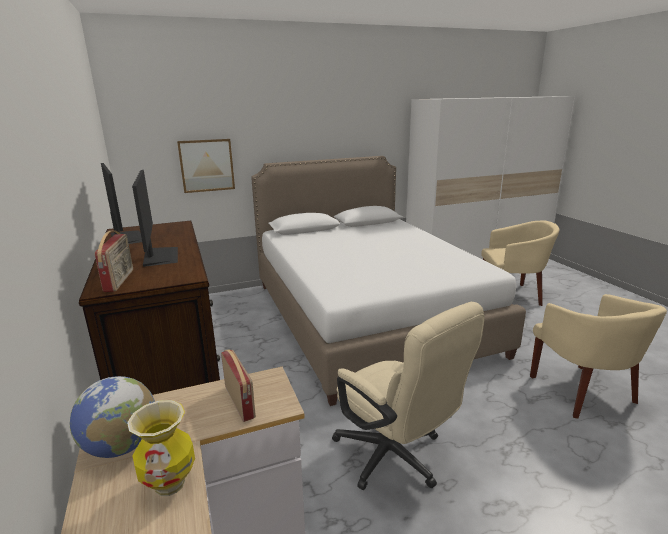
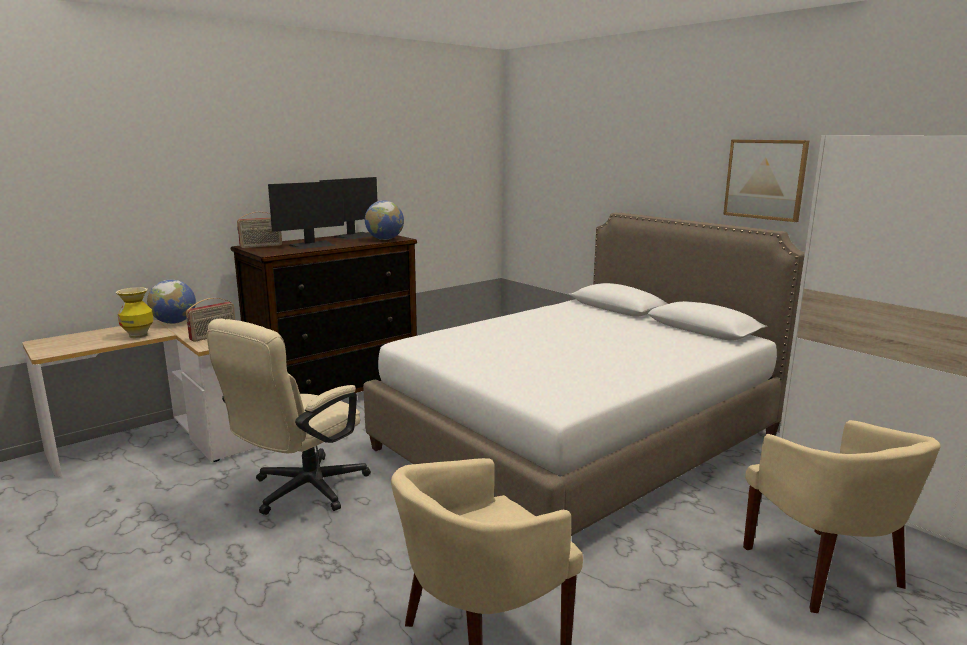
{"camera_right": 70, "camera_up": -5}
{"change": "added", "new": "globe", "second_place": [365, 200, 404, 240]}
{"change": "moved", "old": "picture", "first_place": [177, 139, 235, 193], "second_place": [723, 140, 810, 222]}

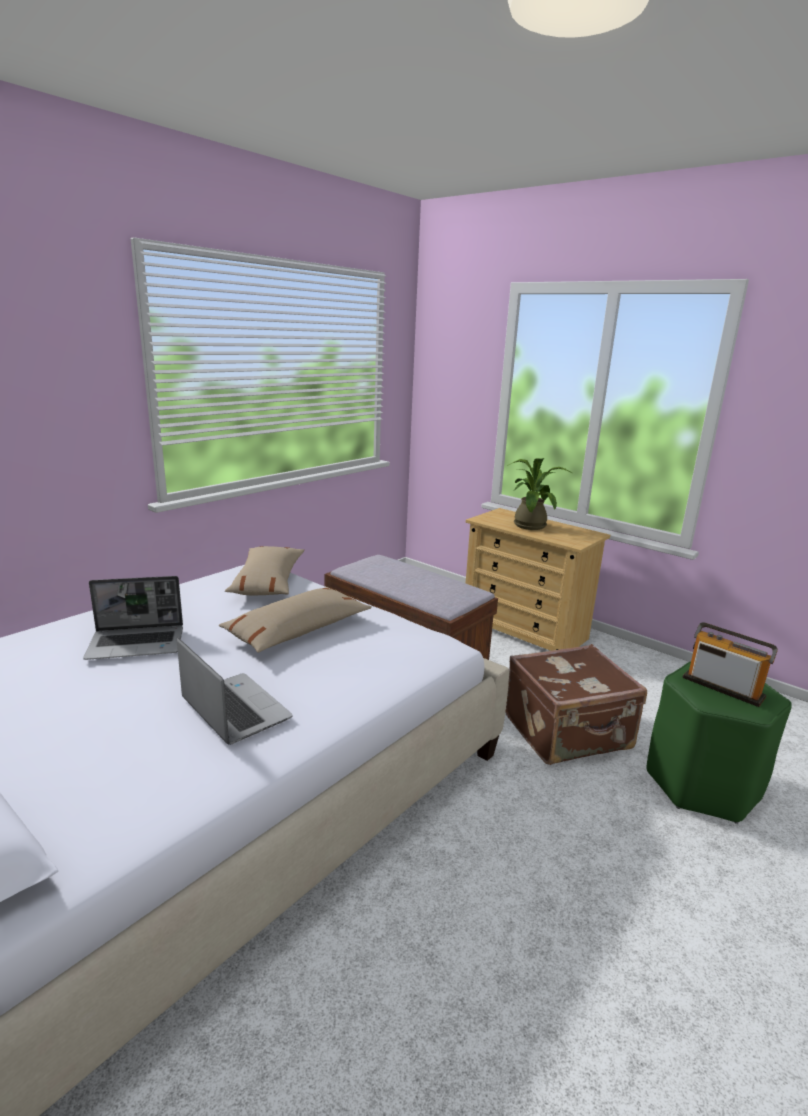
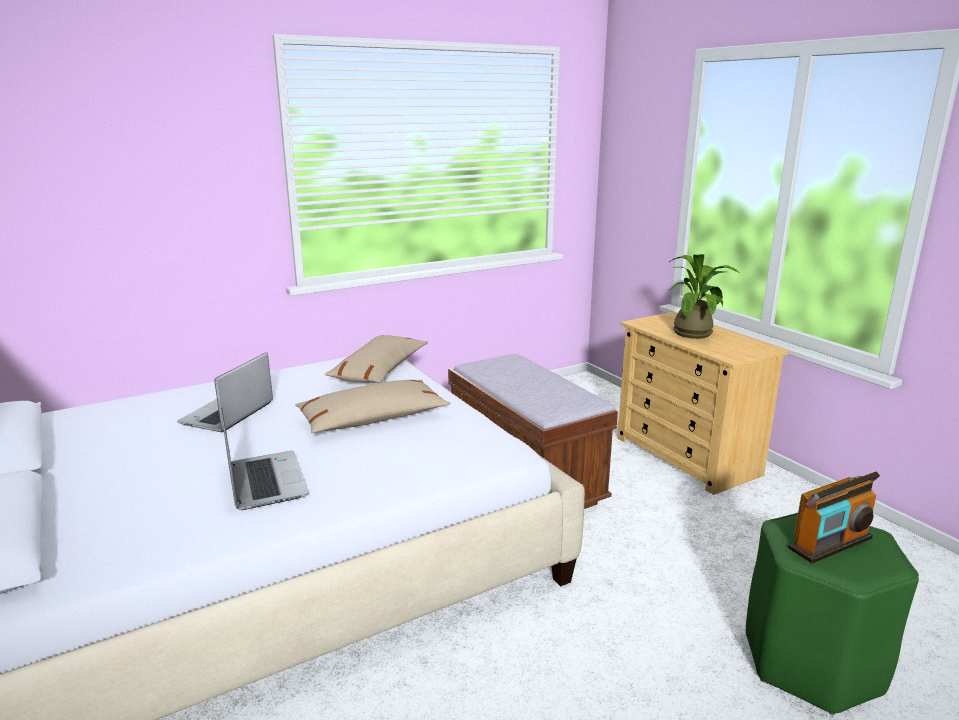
{"camera_right": 20, "camera_up": 0}
{"change": "turned", "old": "laptop", "first_place": [83, 576, 183, 660], "second_place": [177, 352, 273, 432], "degrees": 105}
{"change": "turned", "old": "radio", "first_place": [683, 622, 778, 707], "second_place": [788, 472, 880, 564], "degrees": 90}
{"change": "removed", "old": "suitcase/brown", "first_place": [506, 644, 647, 765]}

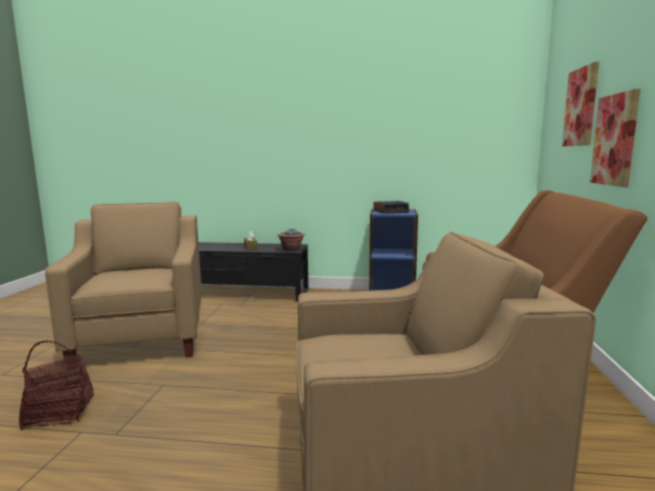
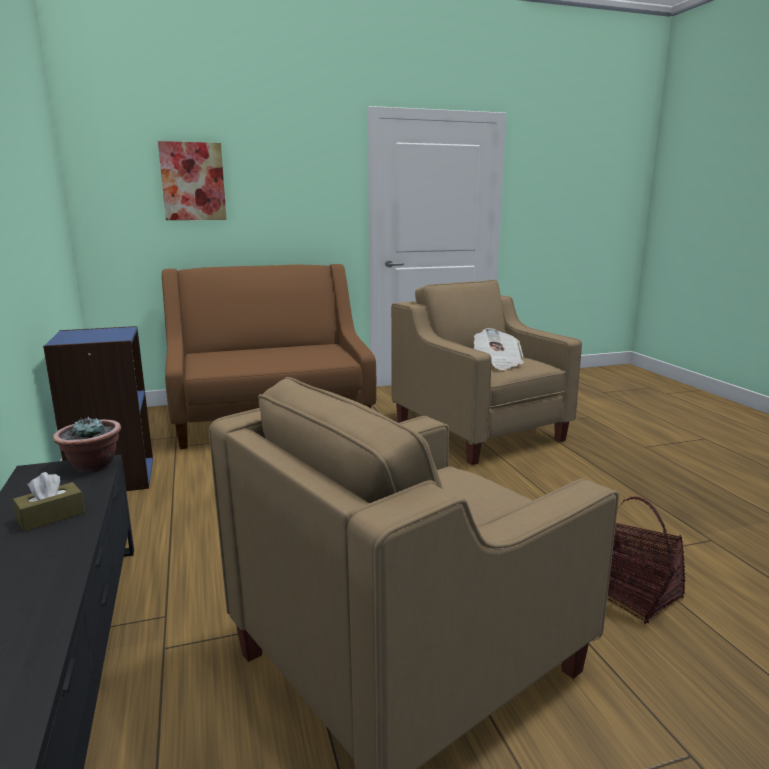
{"camera_right": -115, "camera_up": 5}
{"change": "added", "new": "newspaper", "second_place": [474, 328, 524, 370]}
{"change": "removed", "old": "alarm clock", "first_place": [374, 201, 409, 214]}
{"change": "removed", "old": "picture", "first_place": [590, 89, 641, 187]}

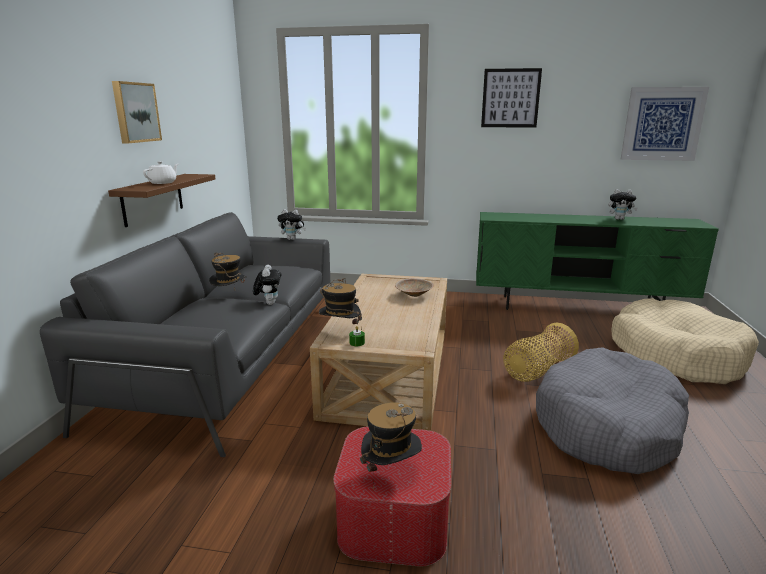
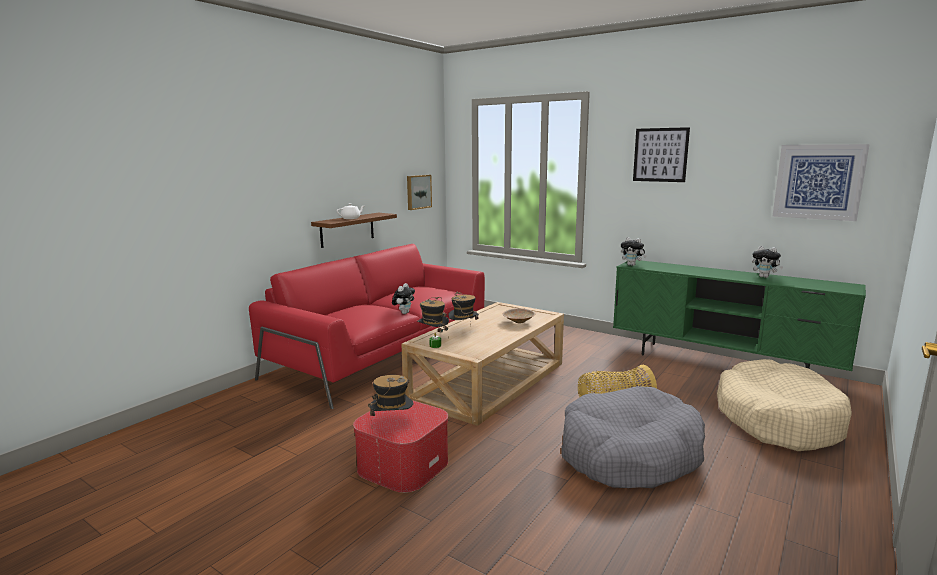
{"camera_right": 25, "camera_up": -5}
{"change": "recoloured", "old": "sofa/grey", "new": "sofa/red", "first_place": [40, 212, 330, 457], "second_place": [249, 244, 485, 409]}
{"change": "moved", "old": "picture", "first_place": [112, 81, 162, 143], "second_place": [407, 175, 432, 210]}
{"change": "moved", "old": "hat", "first_place": [209, 252, 247, 289], "second_place": [449, 292, 479, 320]}
{"change": "moved", "old": "plush toy", "first_place": [277, 209, 306, 240], "second_place": [621, 237, 647, 266]}

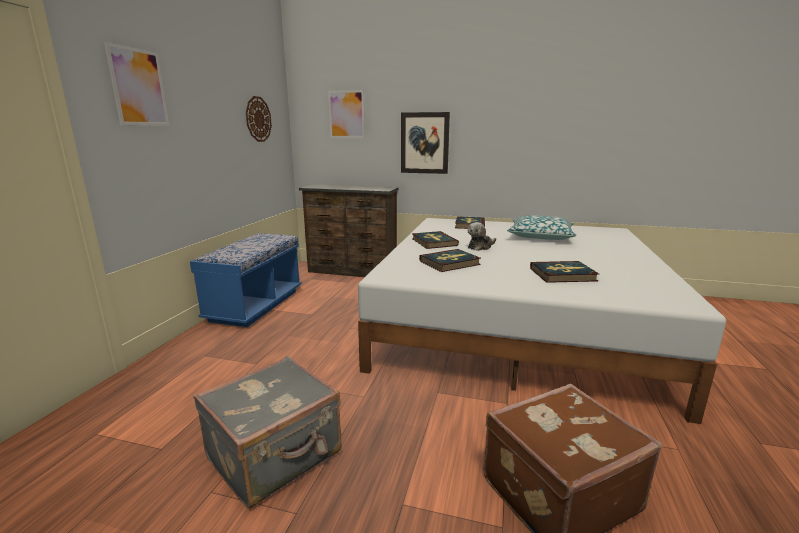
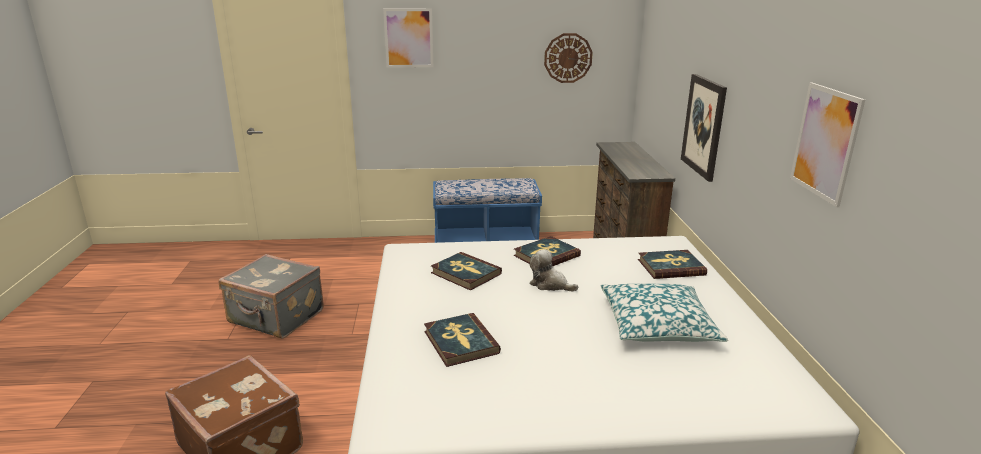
{"camera_right": 70, "camera_up": 5}
{"change": "moved", "old": "picture", "first_place": [328, 90, 365, 138], "second_place": [790, 82, 865, 207]}

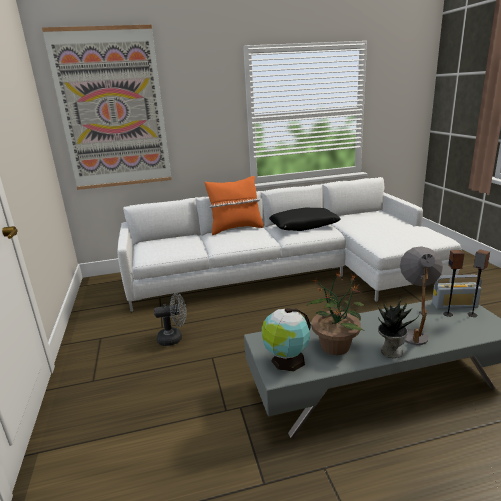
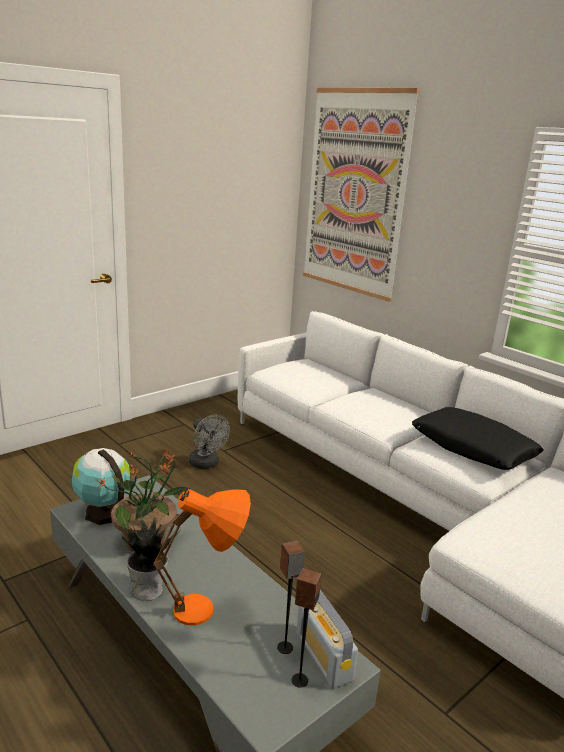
{"camera_right": 60, "camera_up": 0}
{"change": "recoloured", "old": "table lamp/grey", "new": "table lamp/orange", "first_place": [400, 246, 443, 345], "second_place": [154, 489, 251, 625]}
{"change": "removed", "old": "pillow/orange", "first_place": [205, 176, 263, 235]}

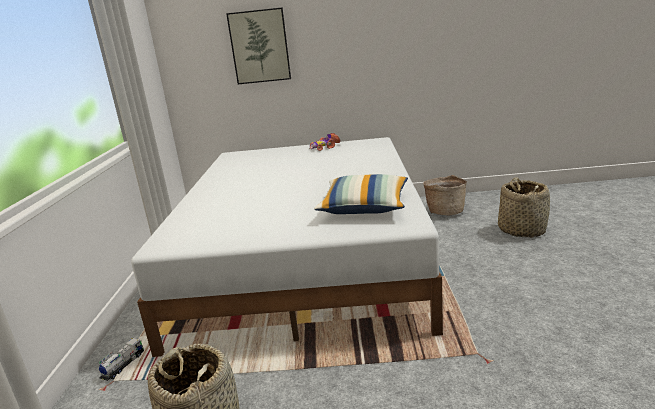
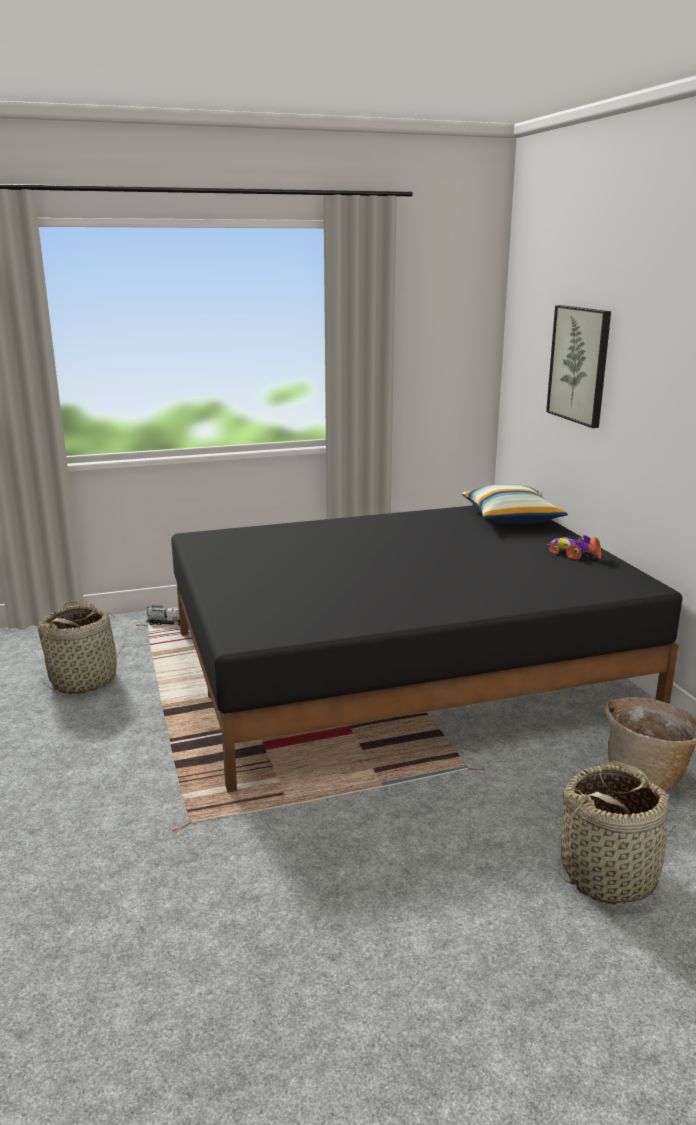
{"camera_right": 70, "camera_up": 0}
{"change": "recoloured", "old": "bed/white", "new": "bed/black", "first_place": [131, 137, 443, 357], "second_place": [171, 505, 682, 793]}
{"change": "moved", "old": "pillow", "first_place": [314, 174, 408, 214], "second_place": [462, 484, 568, 524]}

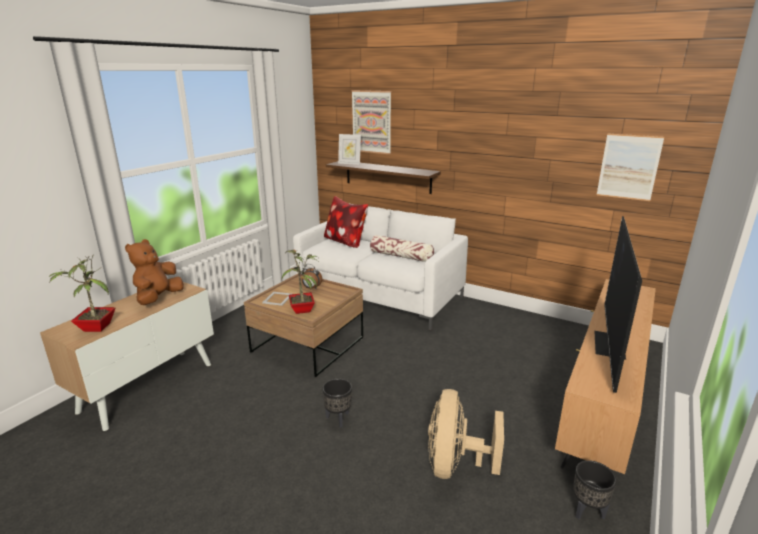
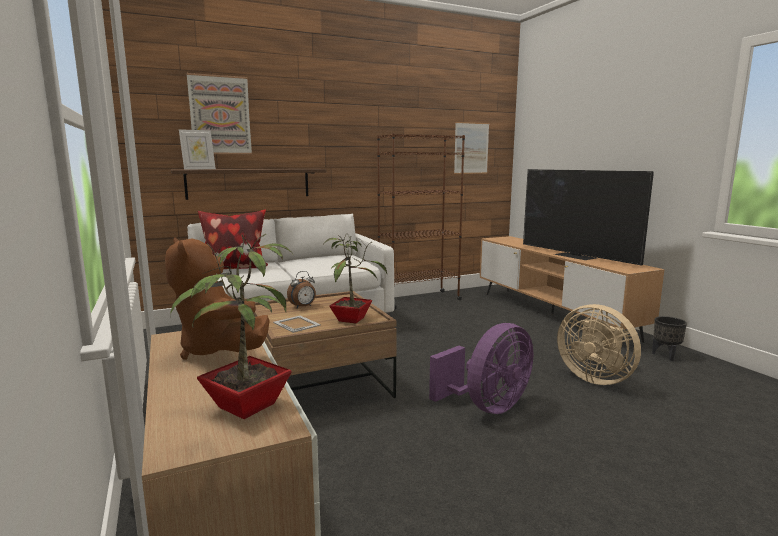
{"camera_right": -55, "camera_up": -10}
{"change": "added", "new": "bookcase/brown", "second_place": [377, 133, 465, 309]}
{"change": "replaced", "old": "planter/black", "new": "fan/purple", "first_place": [322, 379, 352, 428], "second_place": [429, 323, 533, 414]}
{"change": "removed", "old": "pillow", "first_place": [370, 235, 434, 262]}

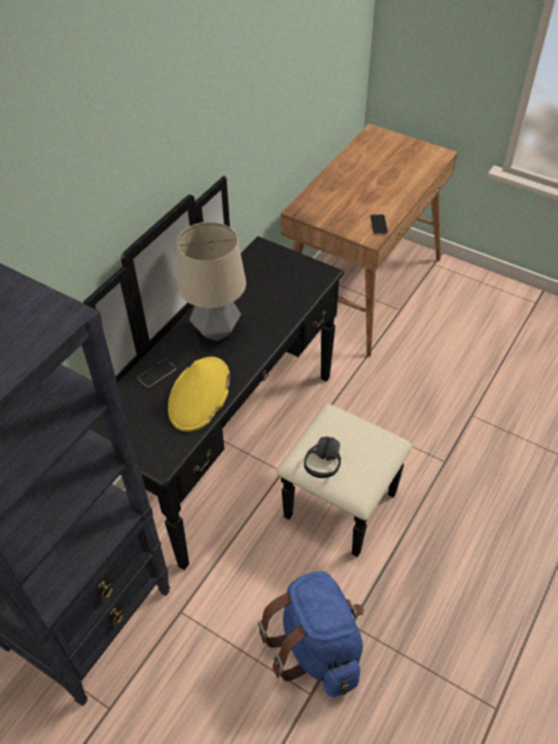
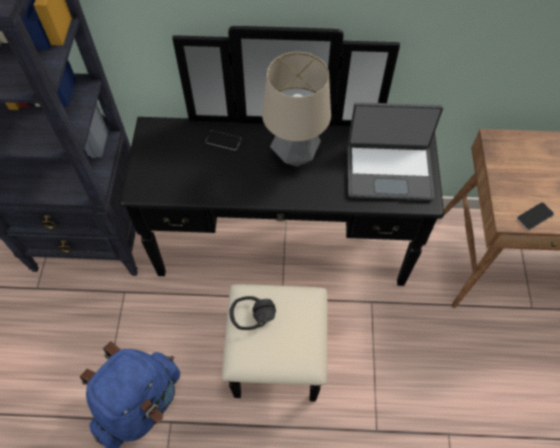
{"camera_right": 60, "camera_up": 10}
{"change": "added", "new": "laptop", "second_place": [347, 102, 443, 200]}
{"change": "removed", "old": "hat/yellow", "first_place": [168, 357, 230, 432]}

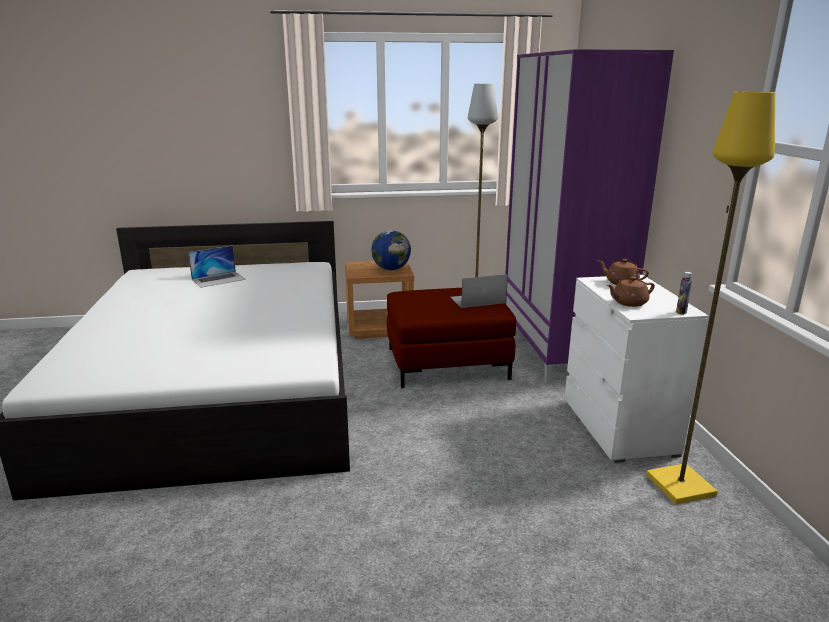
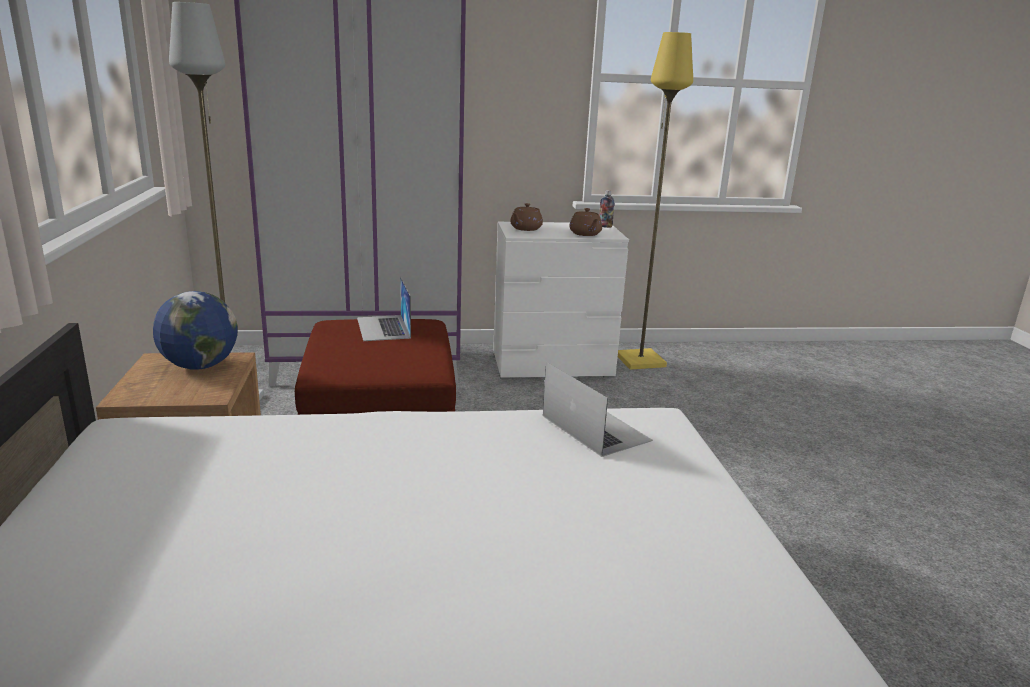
{"camera_right": -90, "camera_up": 0}
{"change": "moved", "old": "laptop", "first_place": [188, 245, 246, 288], "second_place": [543, 362, 653, 457]}

